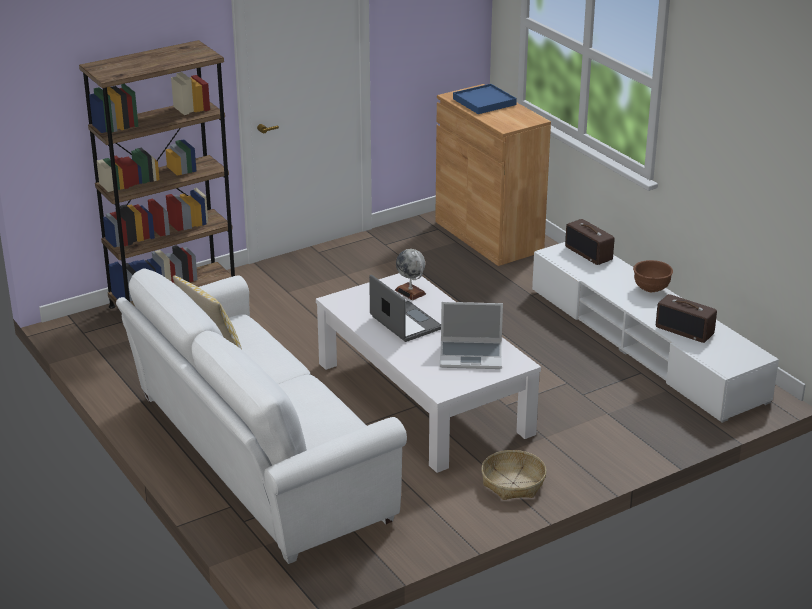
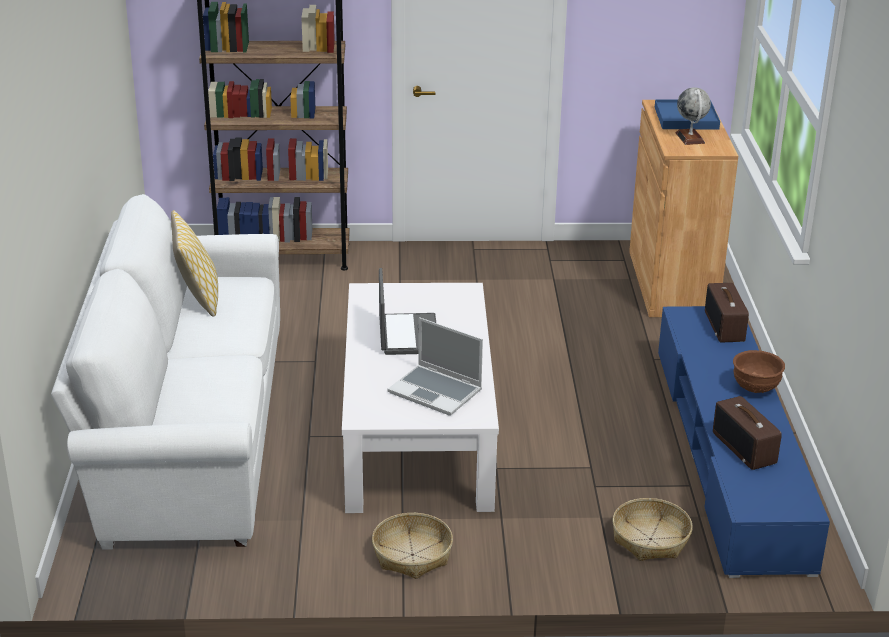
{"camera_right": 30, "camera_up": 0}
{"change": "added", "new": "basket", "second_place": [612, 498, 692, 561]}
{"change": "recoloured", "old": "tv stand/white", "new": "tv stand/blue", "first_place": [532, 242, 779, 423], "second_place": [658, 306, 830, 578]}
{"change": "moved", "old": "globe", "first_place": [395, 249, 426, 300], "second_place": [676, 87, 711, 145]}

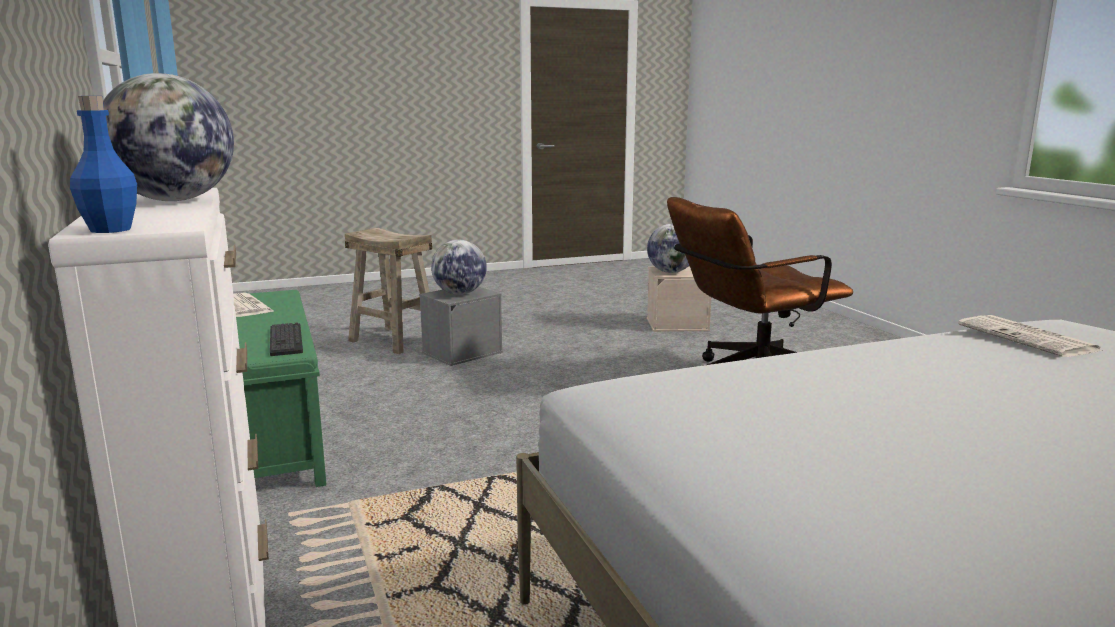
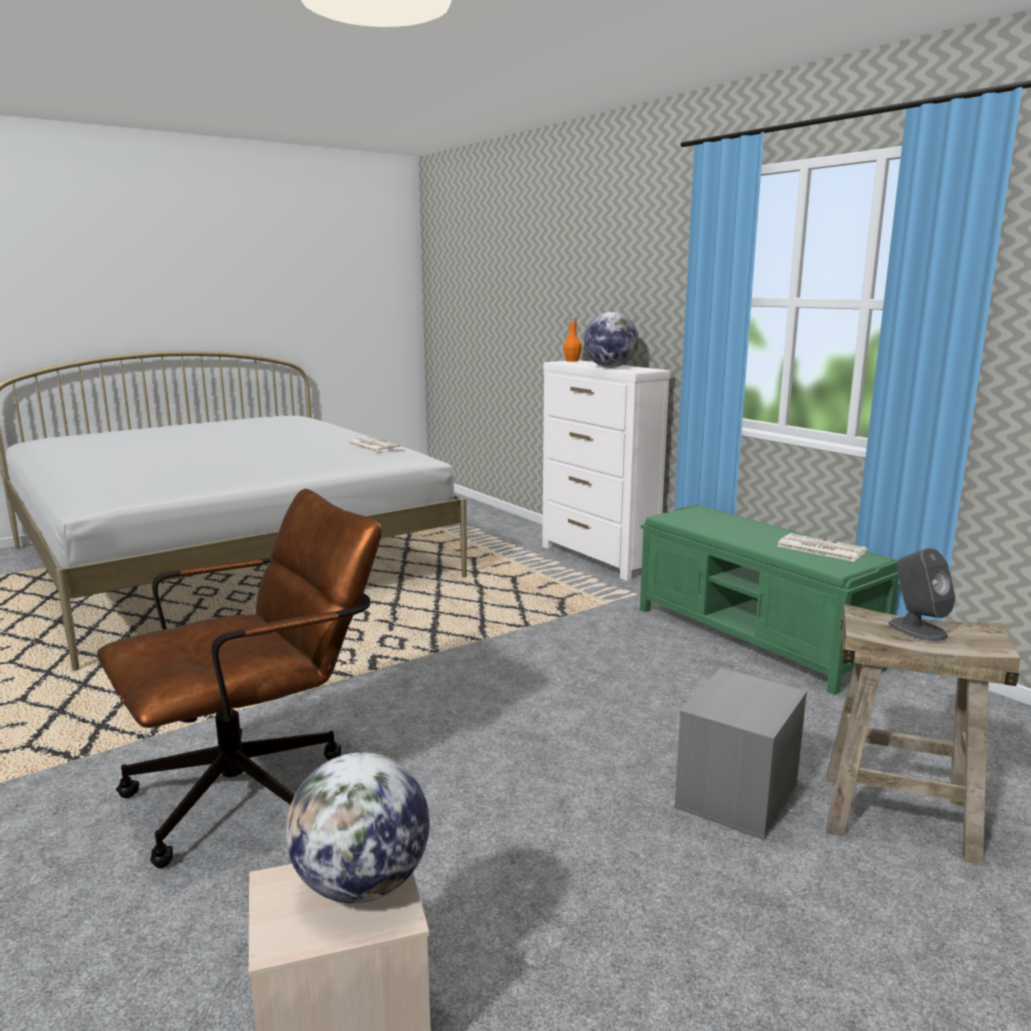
{"camera_right": 165, "camera_up": 0}
{"change": "moved", "old": "newspaper", "first_place": [958, 315, 1102, 357], "second_place": [346, 437, 402, 452]}
{"change": "recoloured", "old": "bottle/blue", "new": "bottle/orange", "first_place": [70, 96, 137, 233], "second_place": [563, 318, 582, 362]}
{"change": "added", "new": "speaker/grey", "second_place": [888, 548, 956, 641]}
{"change": "removed", "old": "keyboard", "first_place": [270, 322, 303, 356]}
{"change": "removed", "old": "globe", "first_place": [431, 240, 487, 295]}

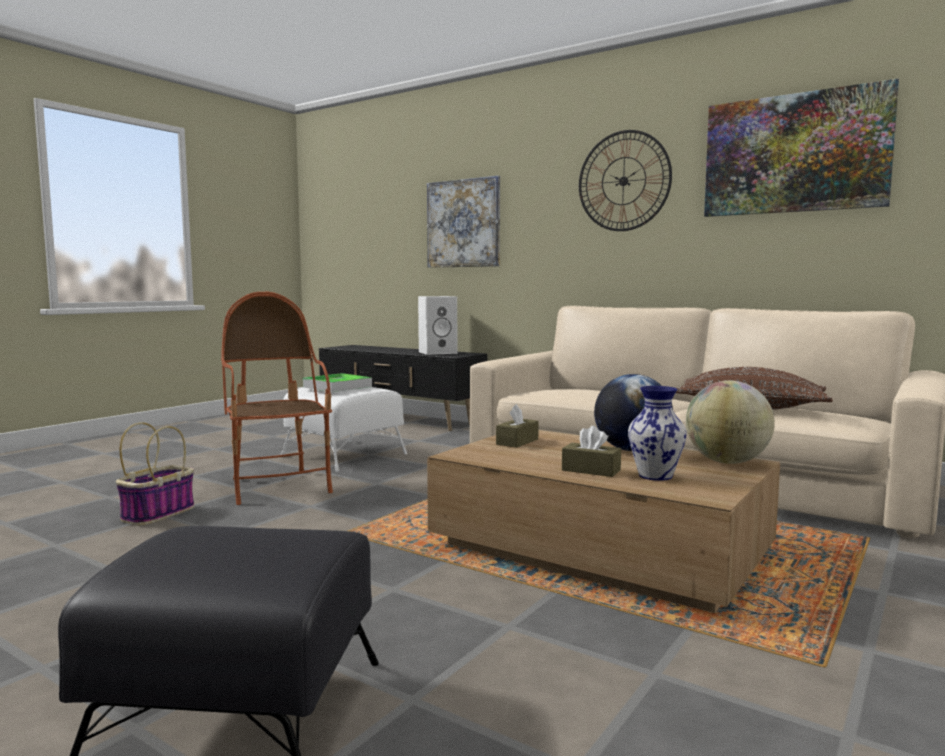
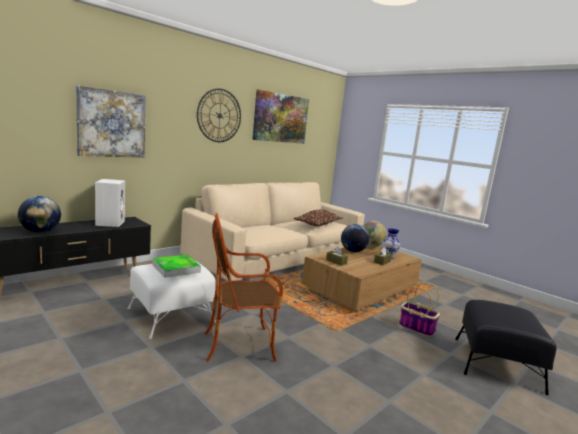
{"camera_right": -80, "camera_up": 5}
{"change": "added", "new": "globe", "second_place": [18, 196, 61, 233]}
{"change": "moved", "old": "basket", "first_place": [116, 422, 194, 525], "second_place": [399, 282, 440, 337]}

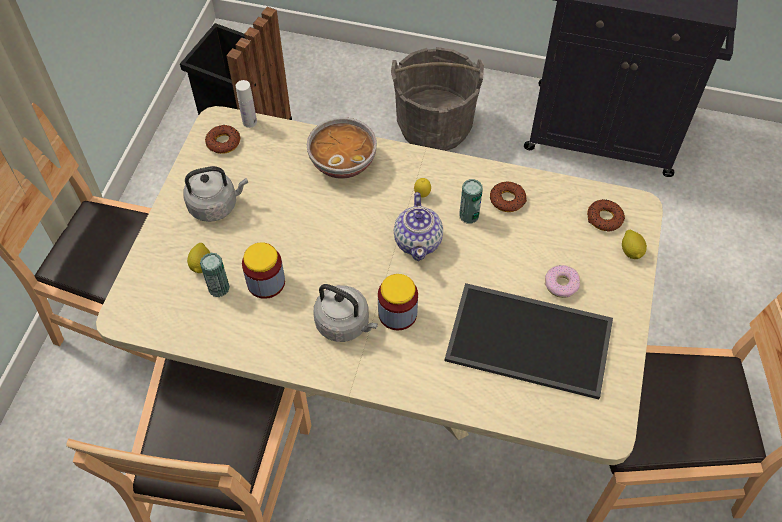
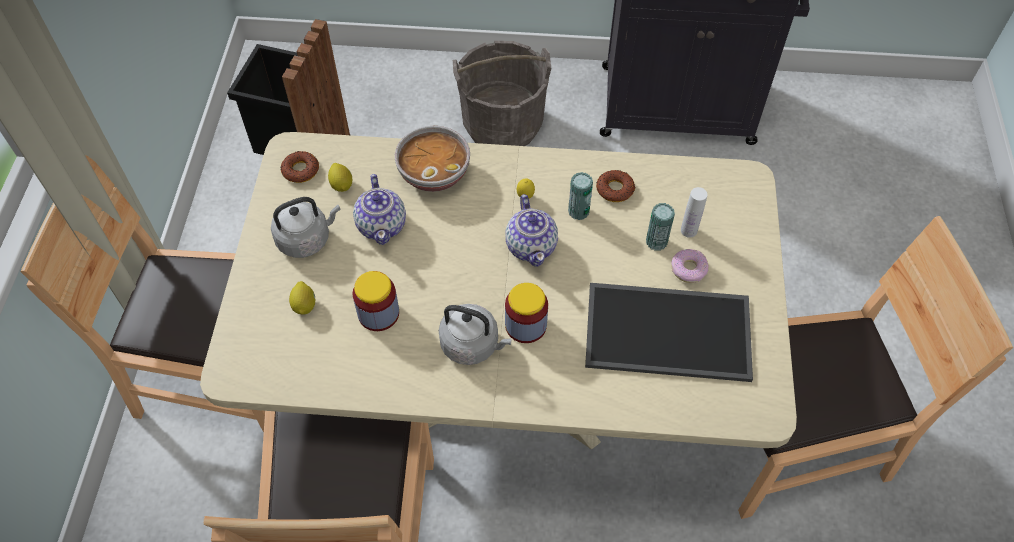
{"camera_right": -10, "camera_up": 0}
{"change": "moved", "old": "lemon", "first_place": [622, 230, 647, 259], "second_place": [328, 163, 352, 192]}
{"change": "added", "new": "teapot", "second_place": [353, 174, 406, 245]}
{"change": "moved", "old": "can", "first_place": [200, 253, 230, 297], "second_place": [646, 203, 675, 251]}
{"change": "moved", "old": "bottle/white", "first_place": [236, 80, 257, 128], "second_place": [681, 187, 708, 238]}
{"change": "removed", "old": "donut", "first_place": [587, 199, 625, 231]}

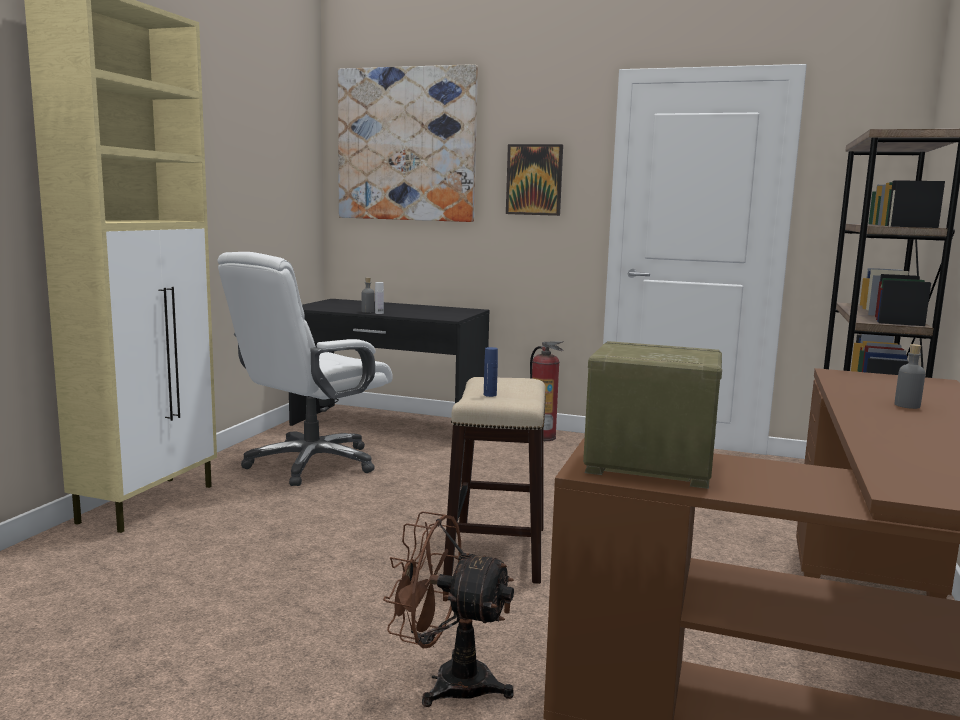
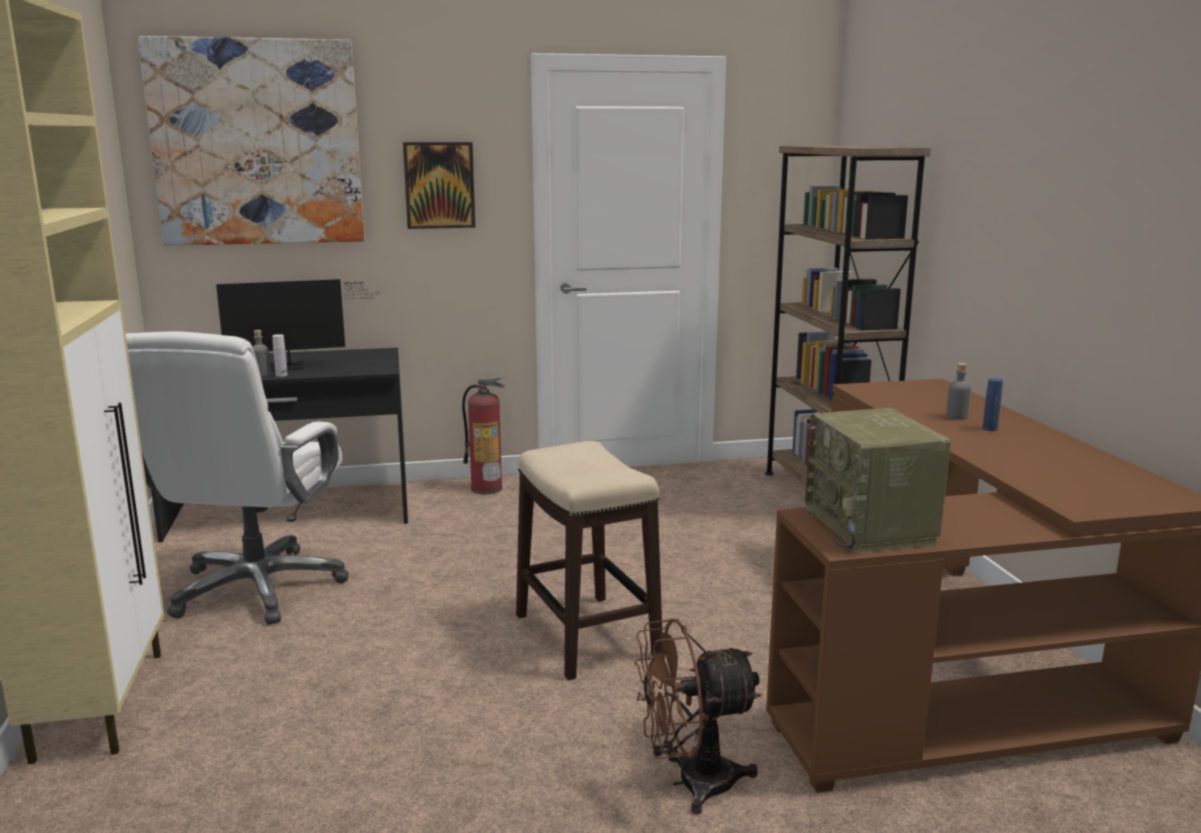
{"camera_right": -30, "camera_up": 5}
{"change": "added", "new": "monitor", "second_place": [216, 279, 379, 371]}
{"change": "turned", "old": "radio", "first_place": [583, 341, 722, 489], "second_place": [805, 408, 951, 553], "degrees": -90}
{"change": "moved", "old": "bottle/blue", "first_place": [484, 347, 498, 397], "second_place": [982, 378, 1003, 431]}

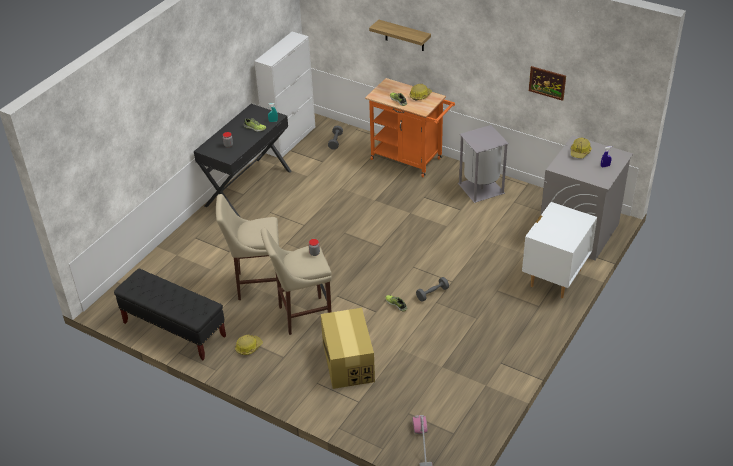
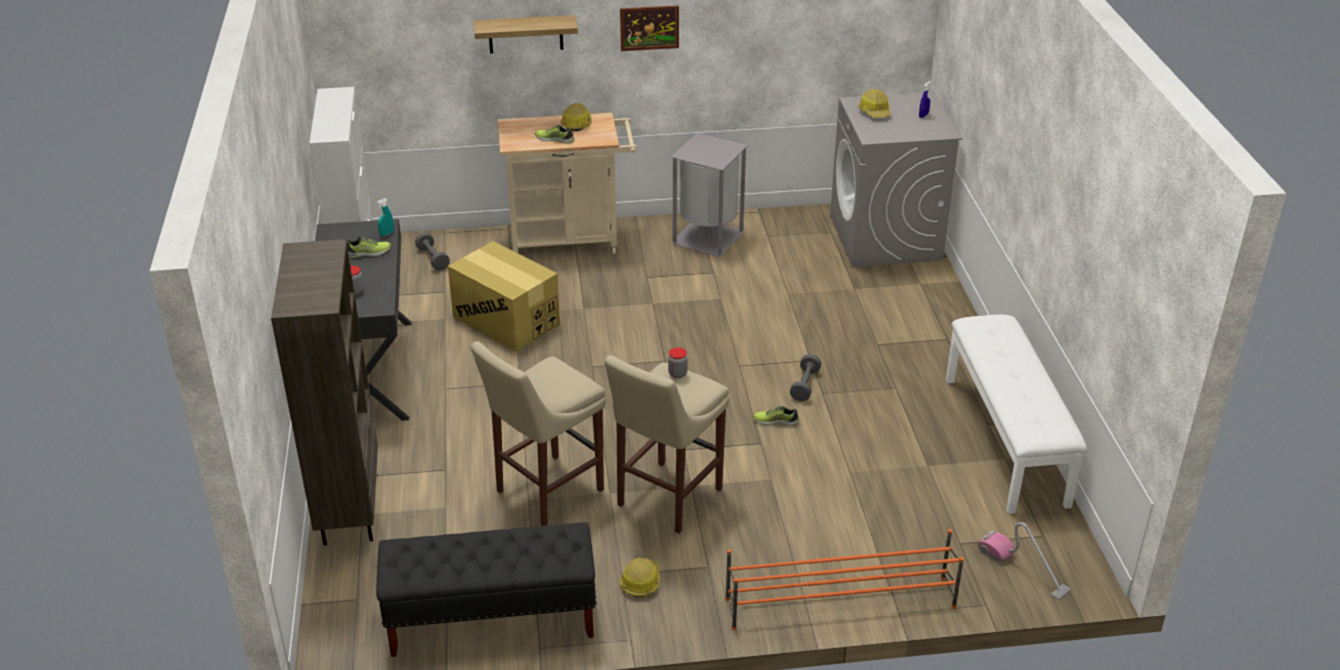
{"camera_right": -40, "camera_up": -5}
{"change": "added", "new": "bookcase/brown", "second_place": [271, 239, 378, 546]}
{"change": "moved", "old": "cardboard box", "first_place": [321, 308, 375, 389], "second_place": [448, 241, 560, 352]}
{"change": "recoloured", "old": "cart/orange", "new": "cart/beige", "first_place": [365, 78, 455, 177], "second_place": [498, 113, 637, 255]}
{"change": "moved", "old": "picture", "first_place": [529, 66, 566, 101], "second_place": [620, 5, 679, 51]}
{"change": "added", "new": "shoe rack/orange", "second_place": [725, 529, 964, 630]}
{"change": "added", "new": "bench/white", "second_place": [946, 314, 1087, 514]}
{"change": "removed", "old": "nightstand/white", "first_place": [522, 202, 597, 298]}

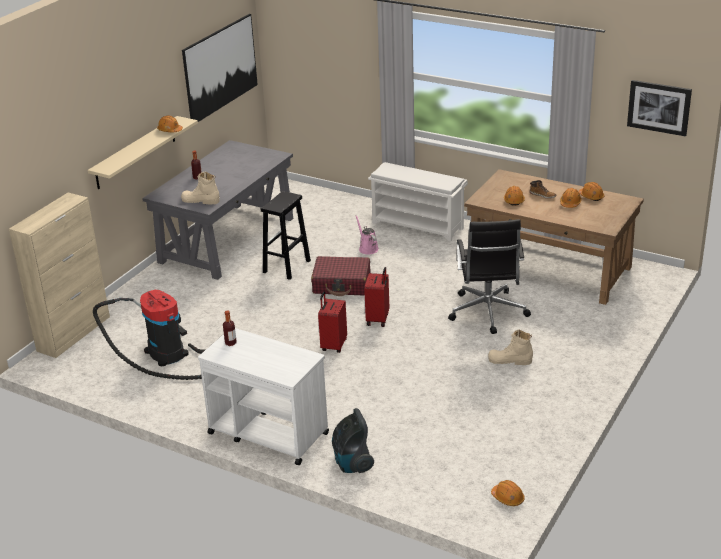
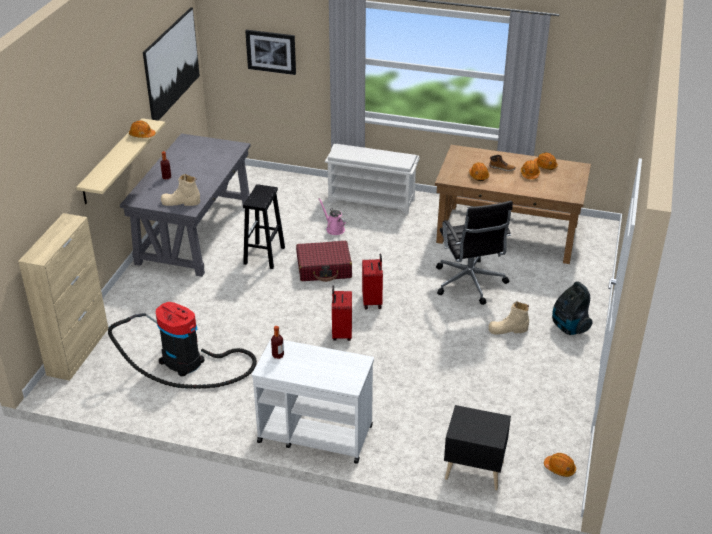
{"camera_right": -15, "camera_up": 5}
{"change": "moved", "old": "picture", "first_place": [627, 80, 692, 136], "second_place": [245, 30, 296, 75]}
{"change": "added", "new": "nightstand/black", "second_place": [444, 405, 511, 490]}
{"change": "moved", "old": "vacuum cleaner", "first_place": [332, 408, 374, 473], "second_place": [552, 281, 593, 335]}

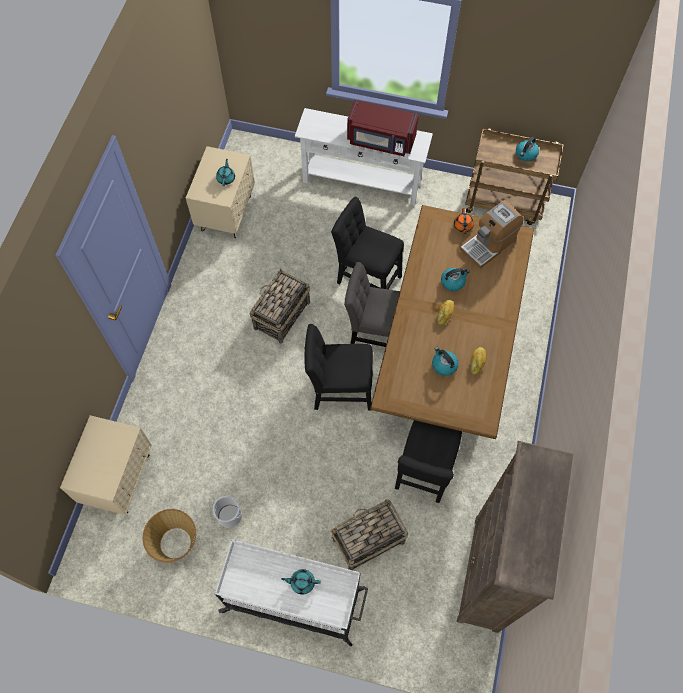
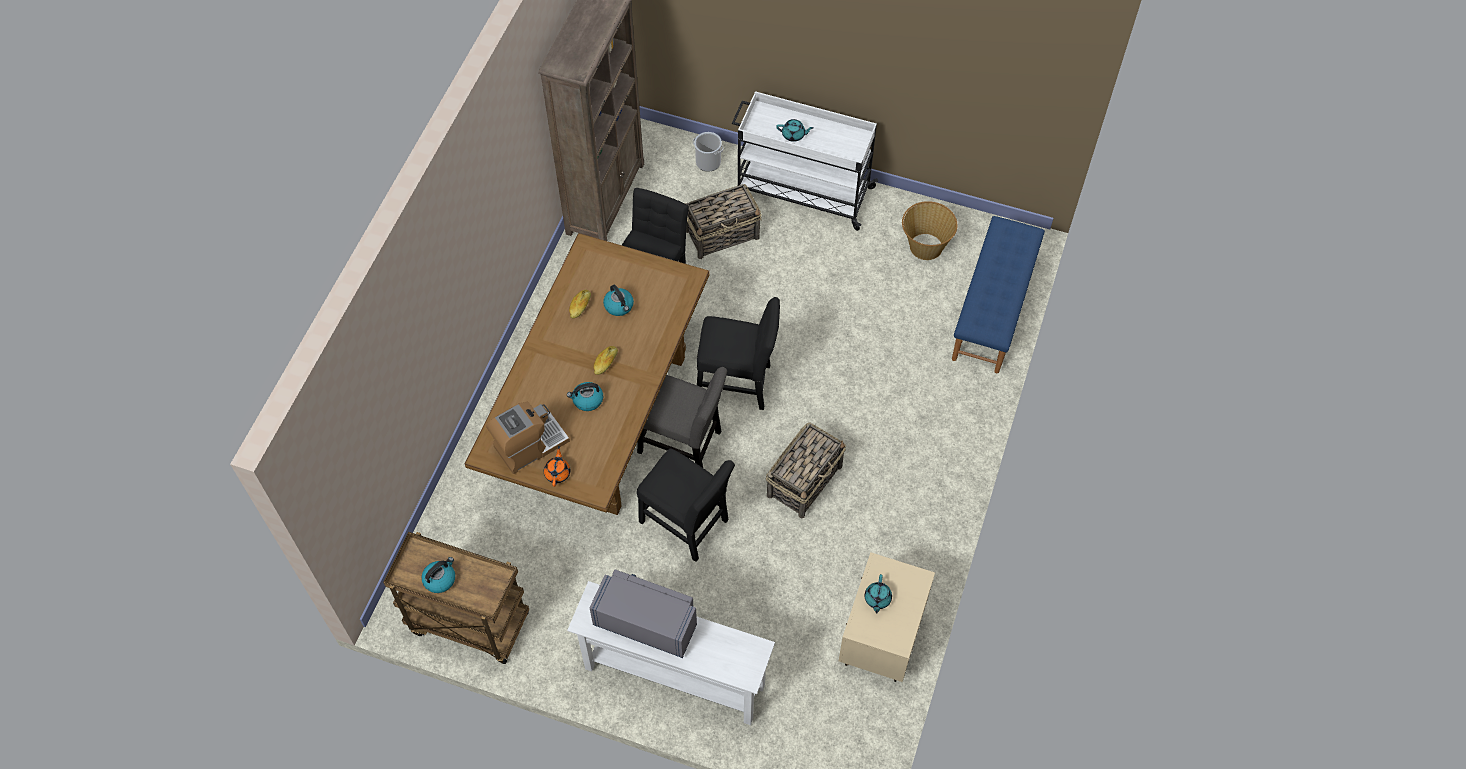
{"camera_right": -175, "camera_up": -5}
{"change": "recoloured", "old": "microwave/red", "new": "microwave/grey", "first_place": [347, 100, 419, 156], "second_place": [590, 569, 697, 658]}
{"change": "moved", "old": "bucket", "first_place": [211, 496, 242, 528], "second_place": [693, 132, 723, 172]}
{"change": "replaced", "old": "nightstand/beige", "new": "bench/blue", "first_place": [60, 415, 152, 515], "second_place": [952, 216, 1045, 373]}

